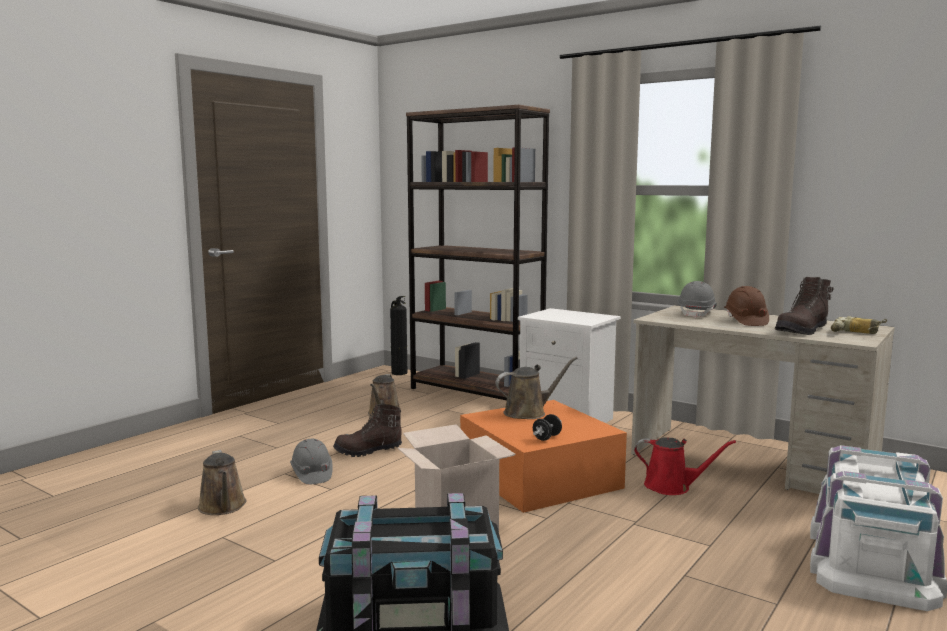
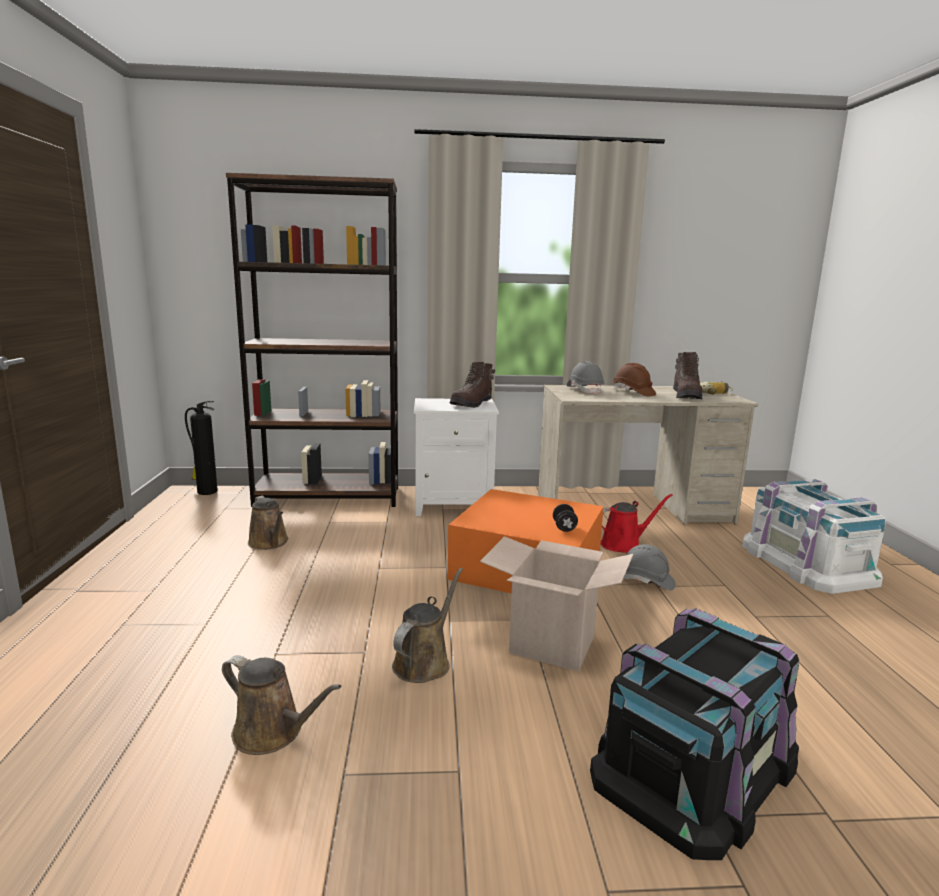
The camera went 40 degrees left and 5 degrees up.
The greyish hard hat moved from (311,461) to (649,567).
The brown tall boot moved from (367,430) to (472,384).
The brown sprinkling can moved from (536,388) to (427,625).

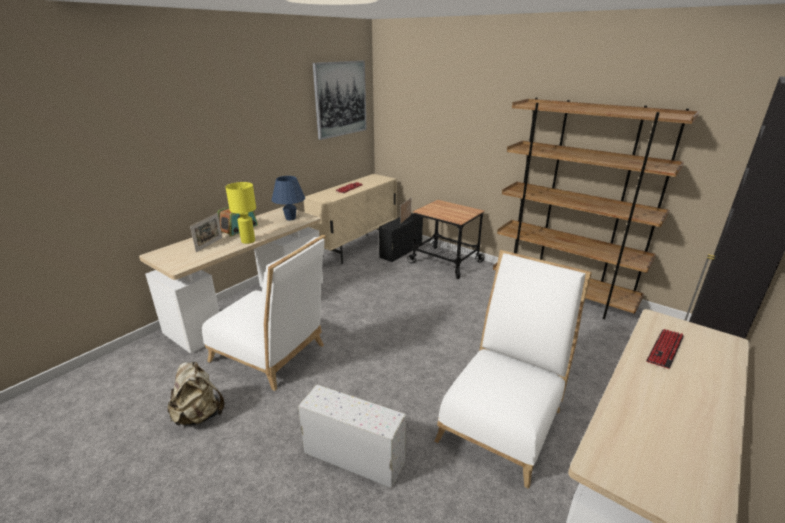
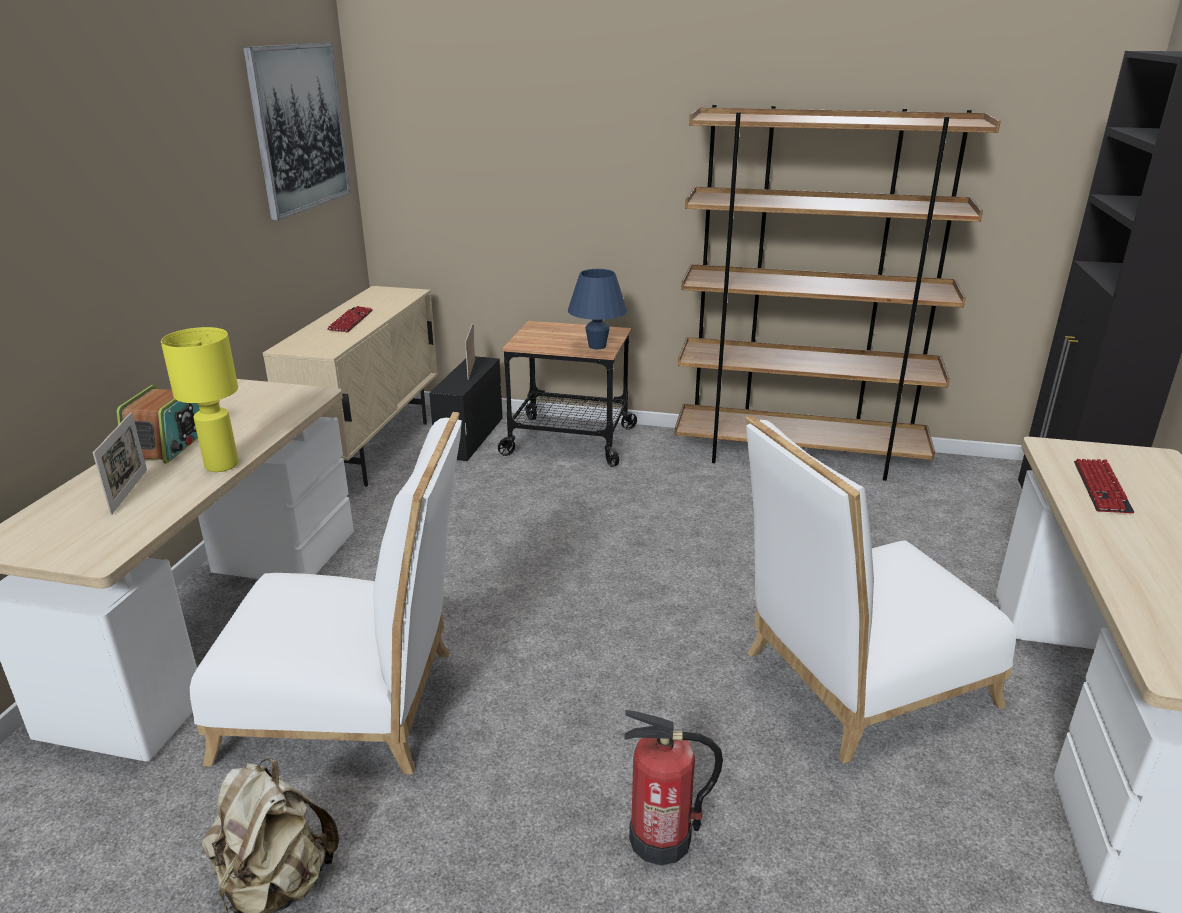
The camera went 25 degrees left and 0 degrees up.
The blue-coloured tabletop lamp moved from (288,198) to (597,309).
The white storage container at (352,436) was replaced by the fire-fighting cylinder at (673,787).
The white upright chair at (513,369) turned 120 degrees counterclockwise.

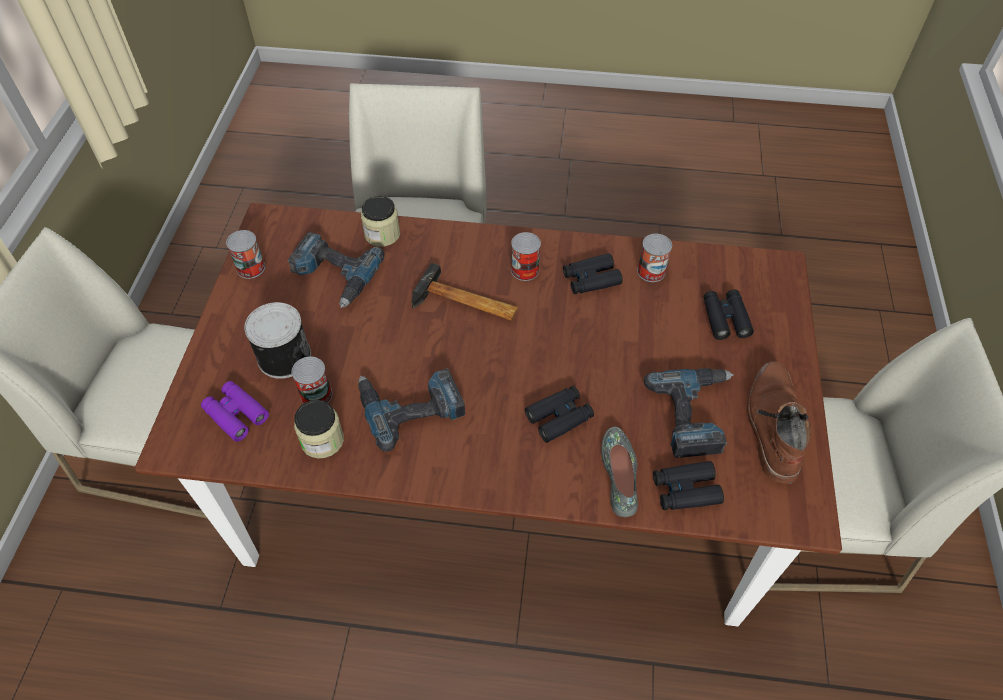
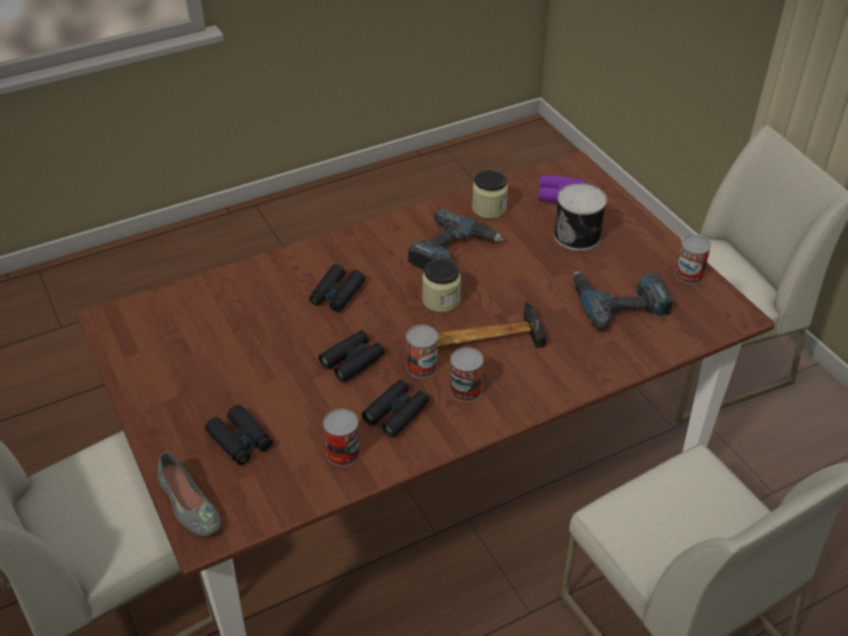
The camera went 145 degrees right and 10 degrees down.
The drill at (689,413) disappeared.
The brown tall boot at (779,422) disappeared.
The can moved from (311,380) to (422,351).
The preserve jar moved from (380,221) to (441,285).
The greyish low shoe moved from (619,472) to (189,494).
The black-coloured binoculars moved from (688,485) to (352,356).

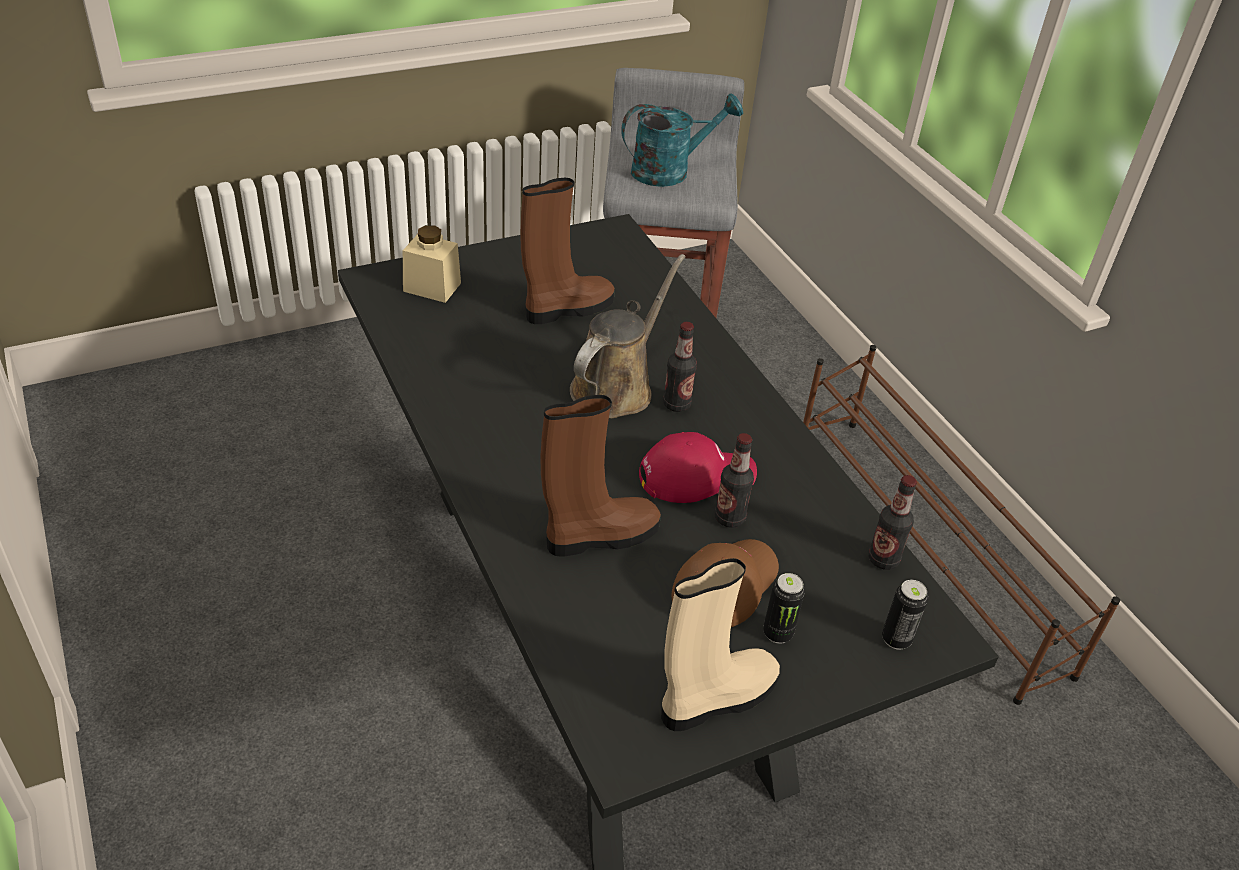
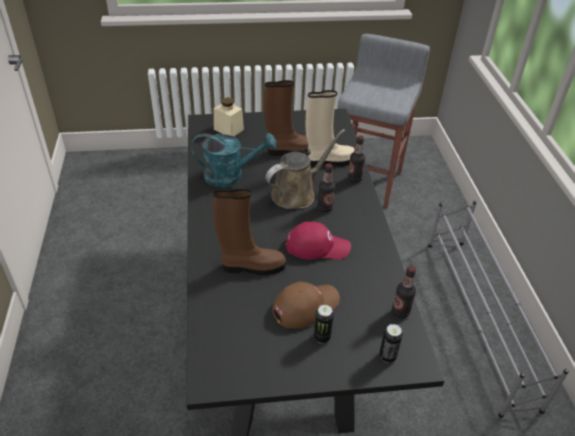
The camera went 20 degrees right and 0 degrees up.
The turquoise sprinkling can moved from (682,140) to (234,160).
The beige tall boot moved from (720,644) to (329,128).
The beverage bottle moved from (734,480) to (356,159).
The brown shoe rack at (961,525) became the greyish shoe rack at (498,309).

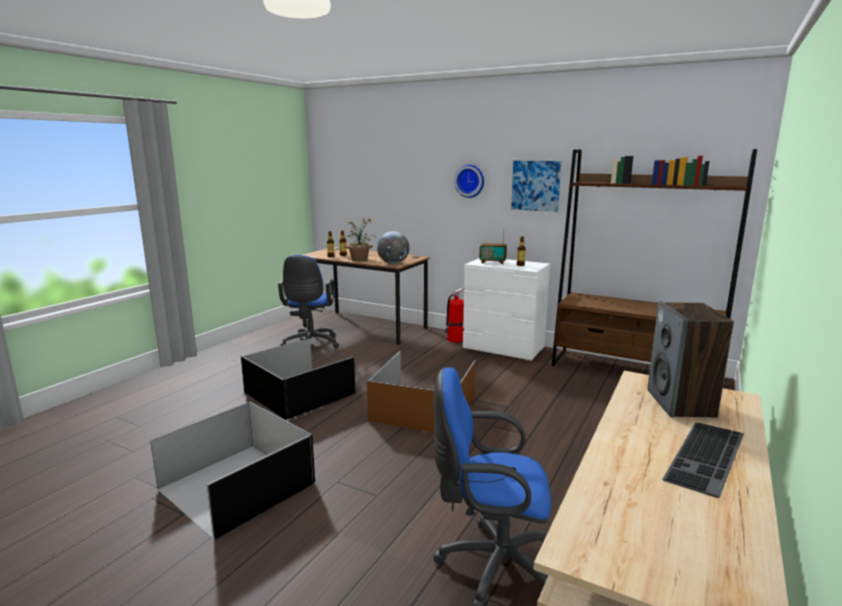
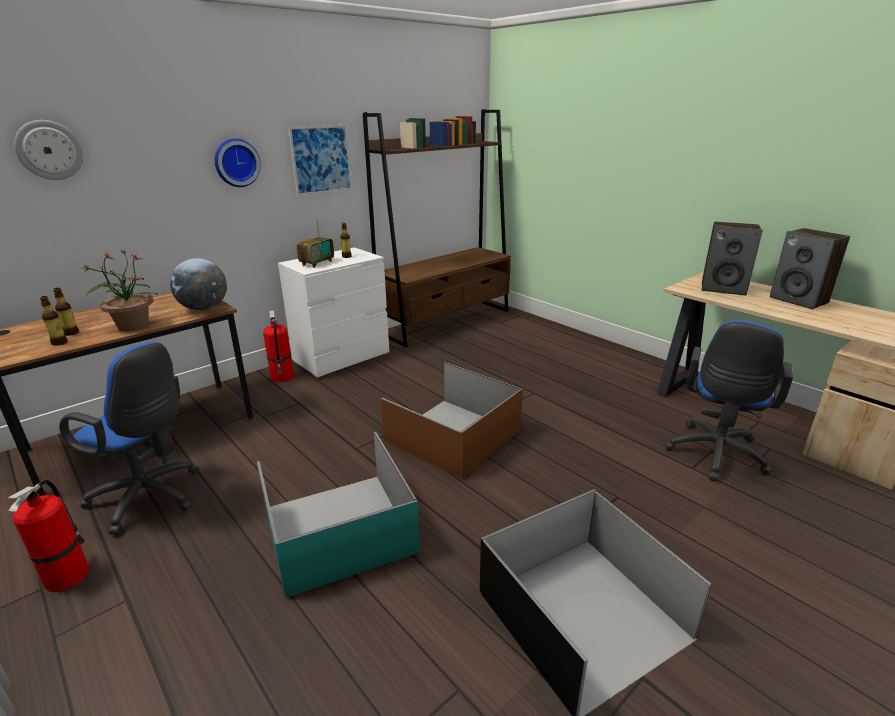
The camera went 70 degrees left and 10 degrees up.
The fire-fighting cylinder at (48,536) appeared.
The clock on the wall at (49,150) appeared.
The keyboard at (703,460) was replaced by the audio speaker at (810,268).
The black-coloured storage container at (298,379) became the turquoise storage container at (338,515).

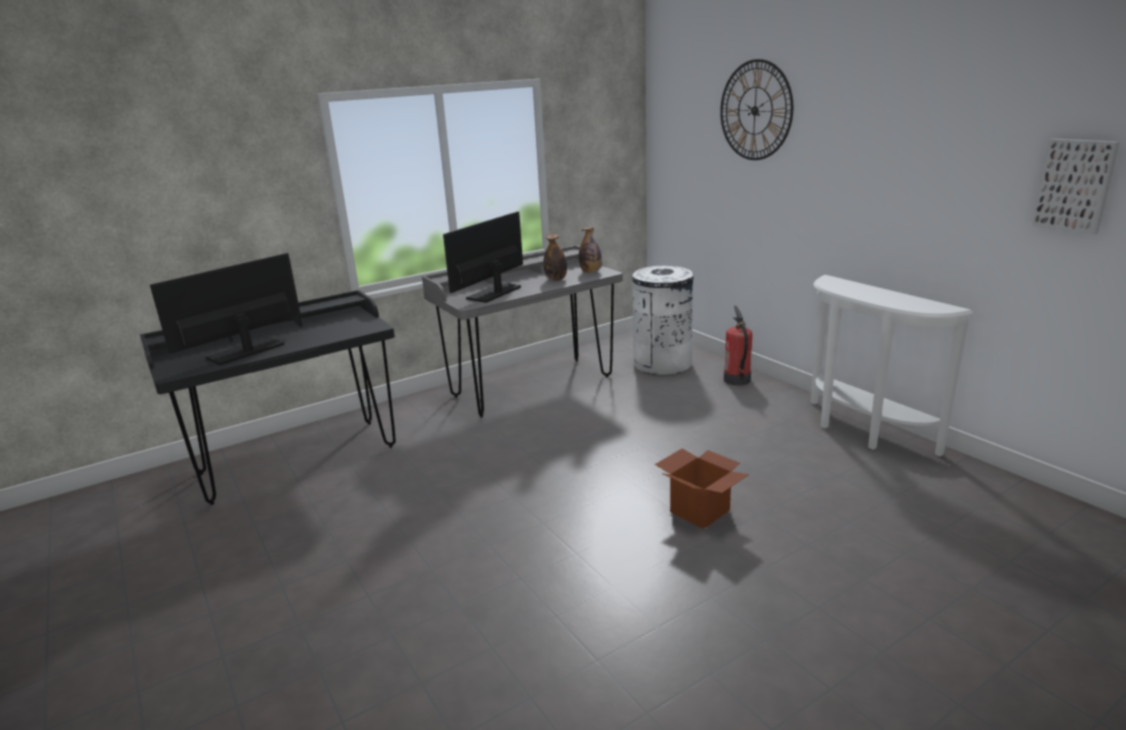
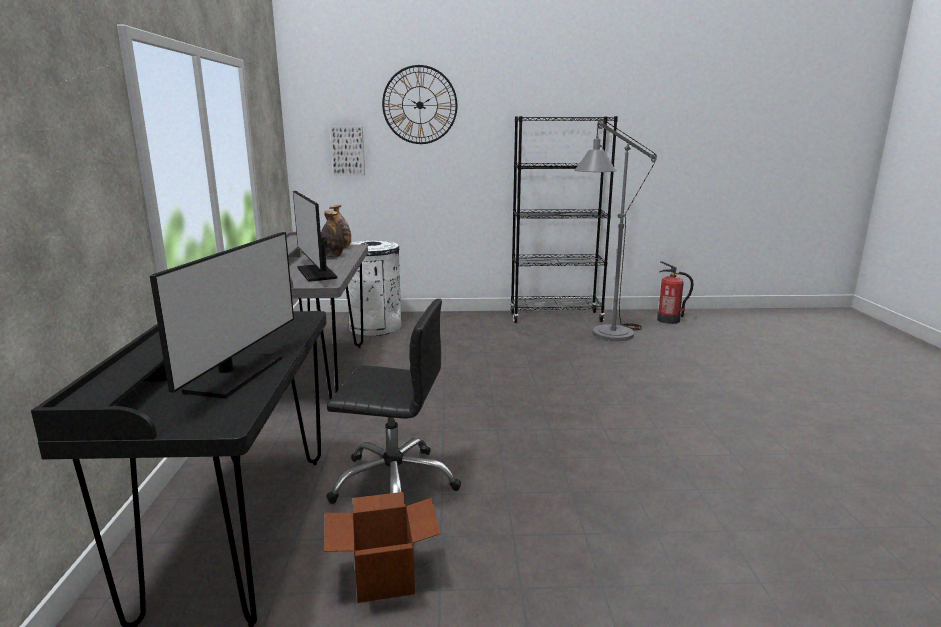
The camera went 60 degrees left and 5 degrees down.
The black-coloured office chair at (393,401) appeared.
The greyish standard lamp at (615,230) appeared.
The cardboard box moved from (702,488) to (382,547).
The fire-fighting cylinder moved from (738,345) to (675,292).
The wall art moved from (1076,186) to (347,150).
The white hall table at (892,365) was replaced by the black-coloured bookshelf at (564,219).
The computer display at (225,309) turned 150 degrees counterclockwise.

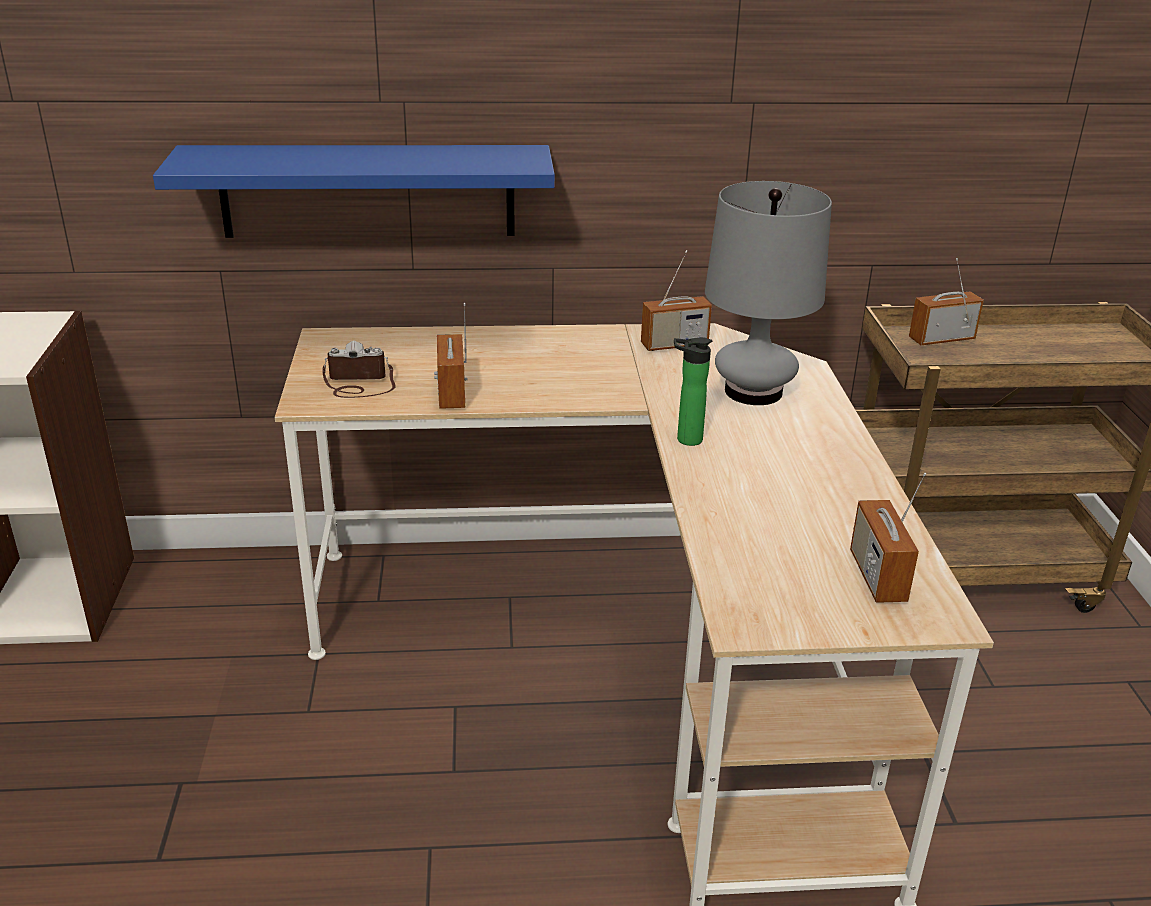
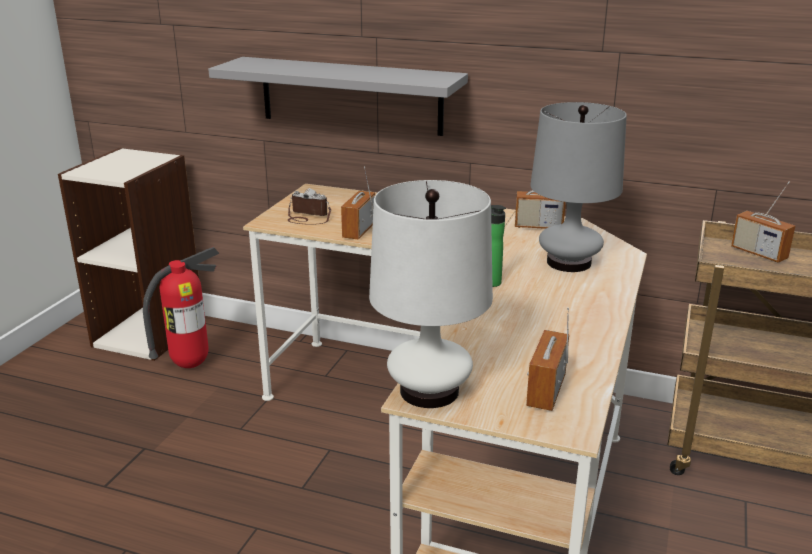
The camera went 25 degrees right and 5 degrees down.
The fire-fighting cylinder at (181,307) appeared.
The white tabletop lamp at (431,294) appeared.
The blue-coloured bracket shelf at (354,191) became the greyish bracket shelf at (338,96).
The radio at (946,301) turned 135 degrees counterclockwise.

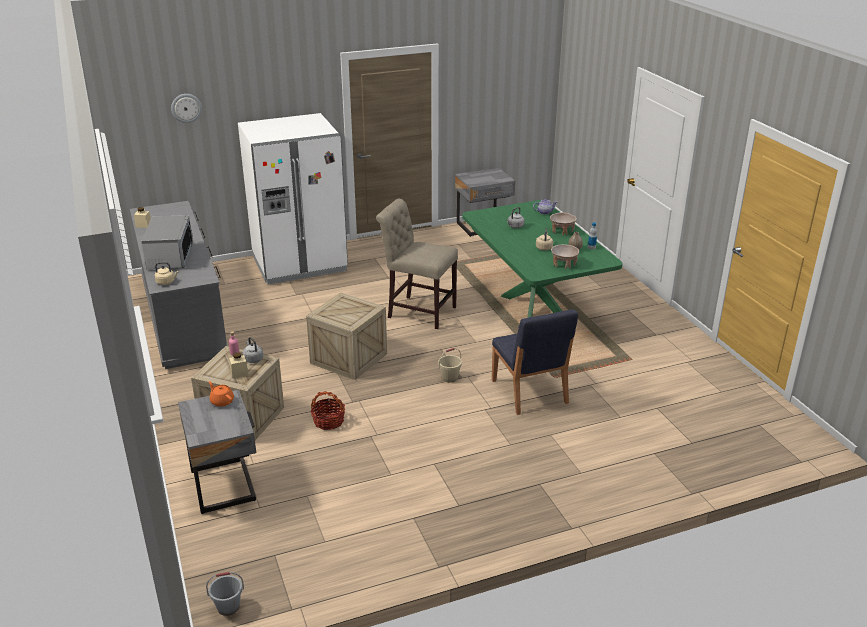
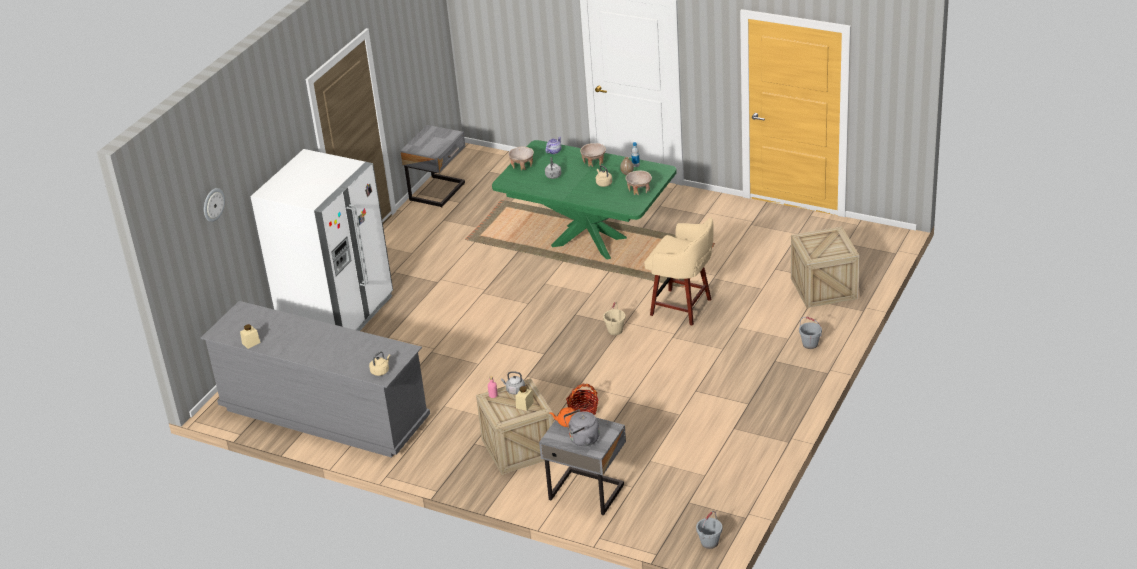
The camera went 40 degrees left and 5 degrees up.
The microwave at (167,242) disappeared.
The beige upright chair at (417,264) disappeared.
The beige bowl at (521,159) appeared.
The greyish kettle at (582,427) appeared.
The greyish bucket at (810,333) appeared.
The packing crate moved from (346,336) to (825,267).
The blue-coloured upright chair at (535,362) was replaced by the beige stool seat at (678,271).

